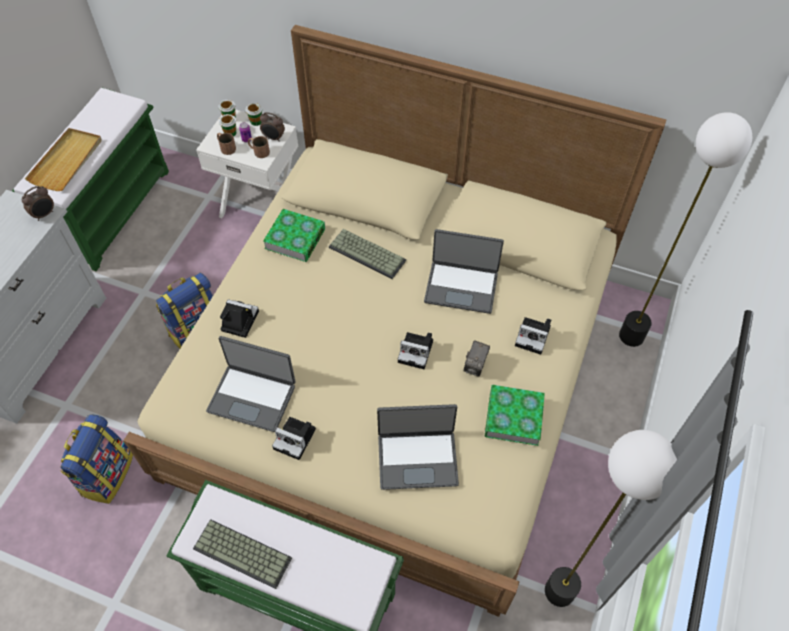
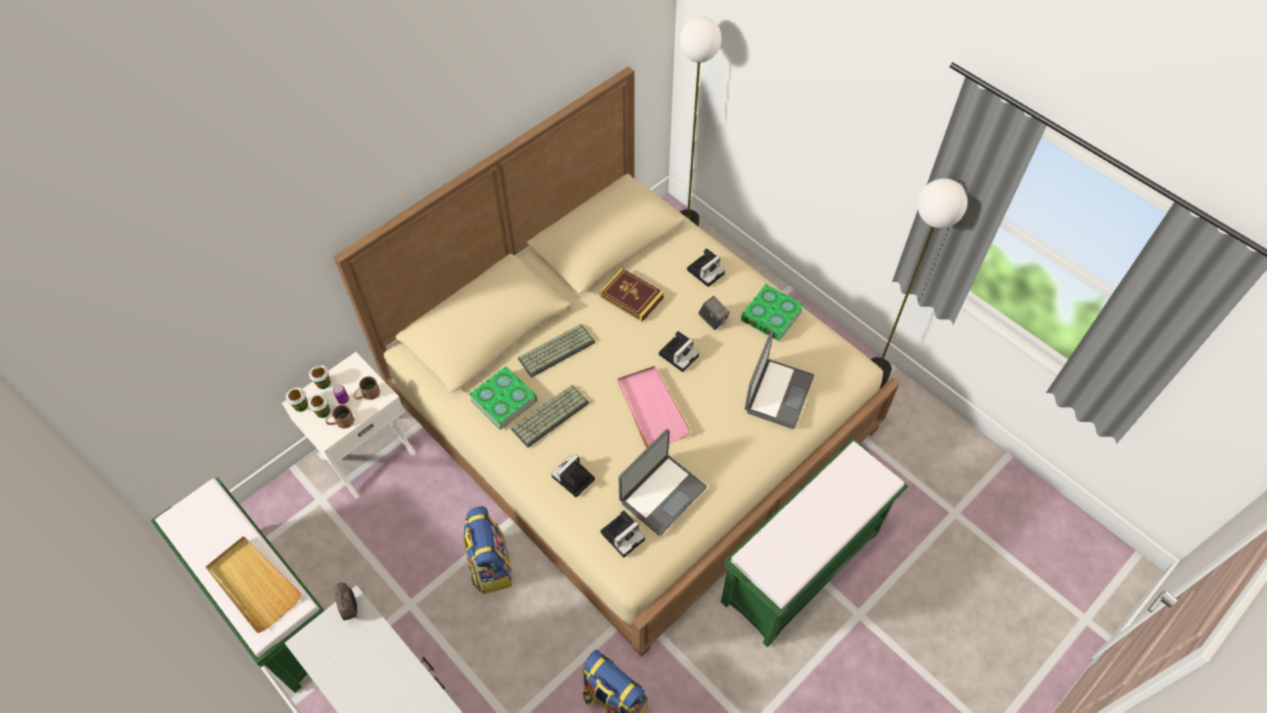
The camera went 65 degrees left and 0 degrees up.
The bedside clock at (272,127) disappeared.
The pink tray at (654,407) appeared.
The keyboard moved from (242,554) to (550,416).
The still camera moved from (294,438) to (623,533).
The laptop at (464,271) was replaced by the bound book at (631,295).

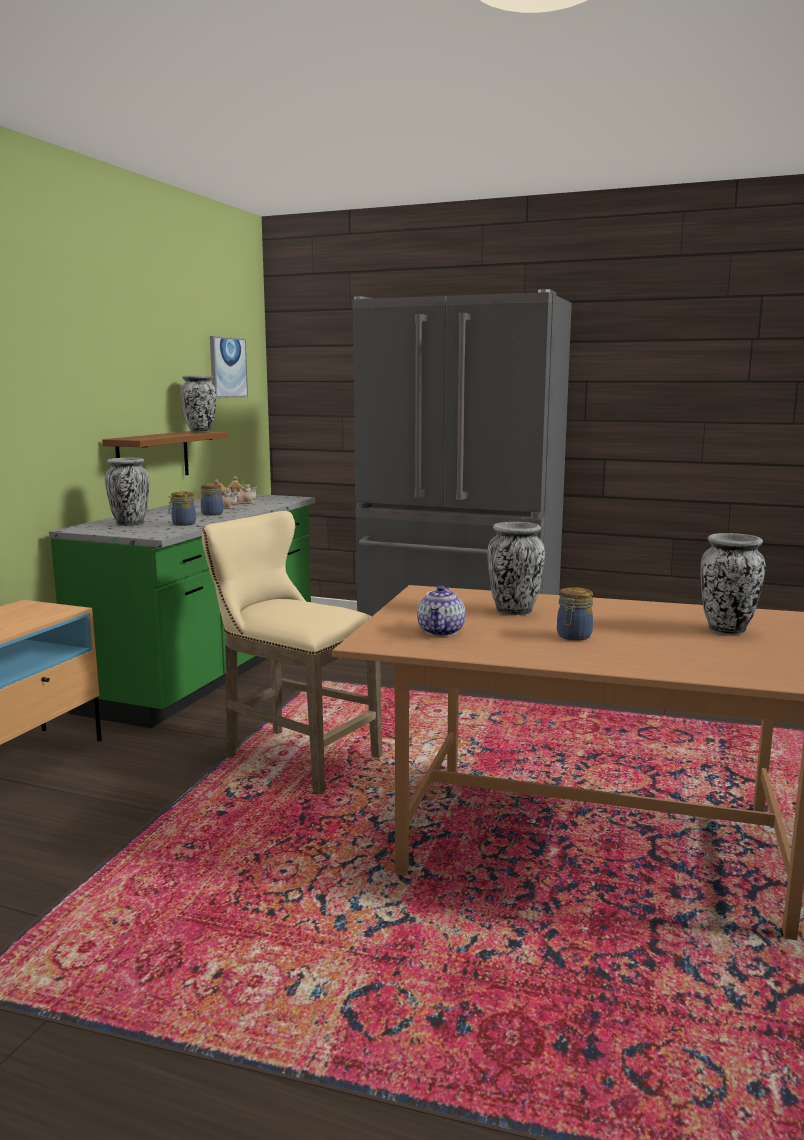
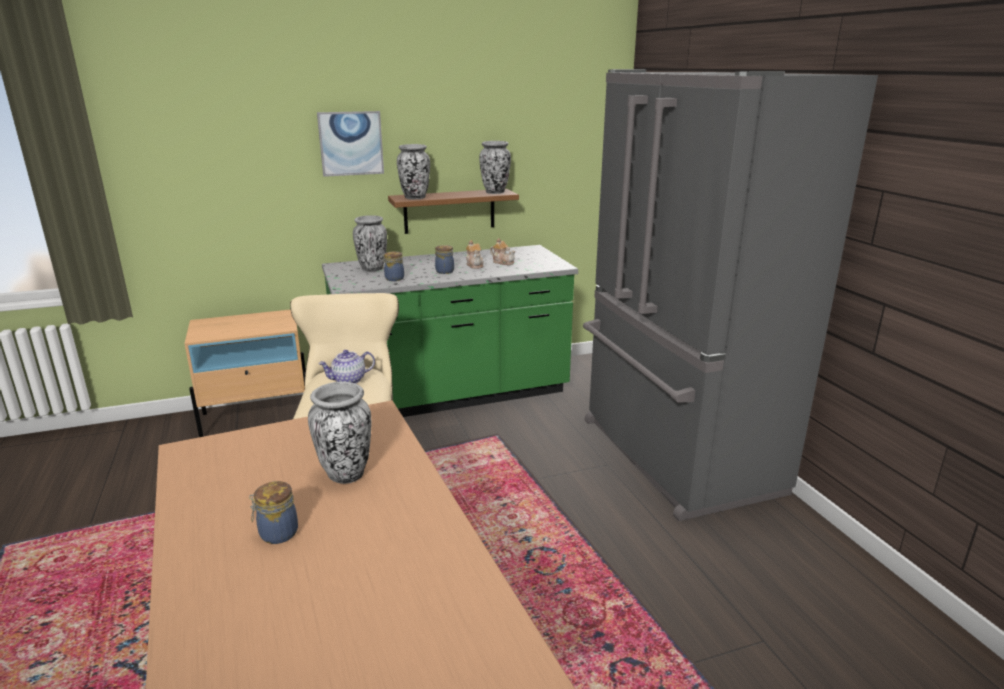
The camera went 50 degrees right and 10 degrees up.
The wall art moved from (229,367) to (350,144).
The pot for tea moved from (441,610) to (346,367).
The flower vase moved from (733,584) to (413,171).

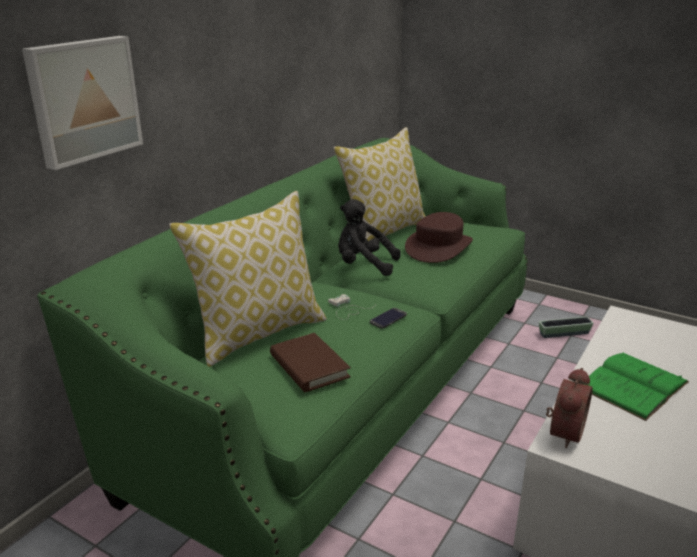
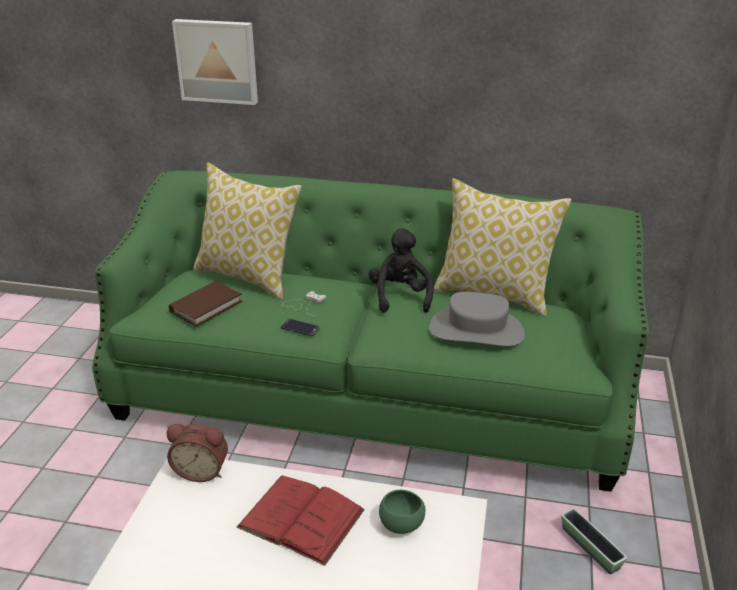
The camera went 70 degrees right and 5 degrees up.
The green-coloured bowl at (402,512) appeared.
The brown clothing hat at (439,237) became the greyish clothing hat at (477,319).
The green-coloured bound book at (635,387) became the red-coloured bound book at (300,520).

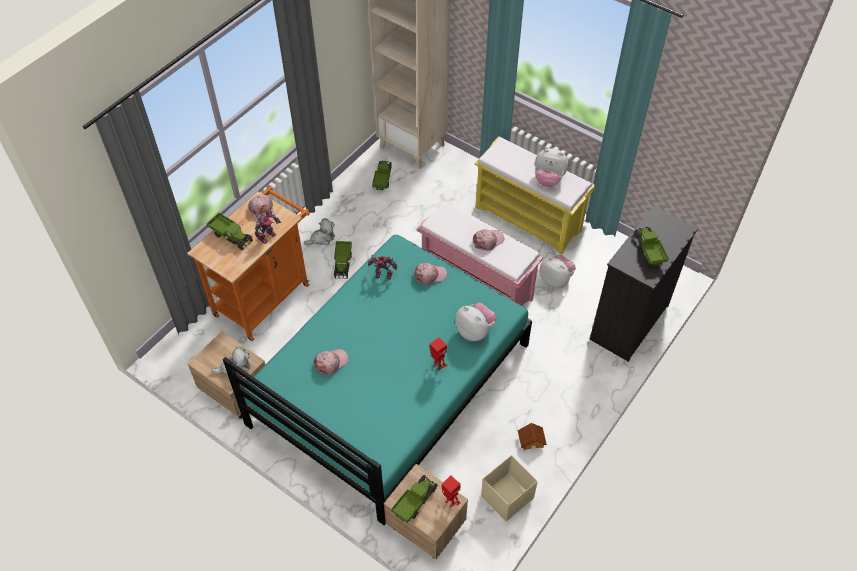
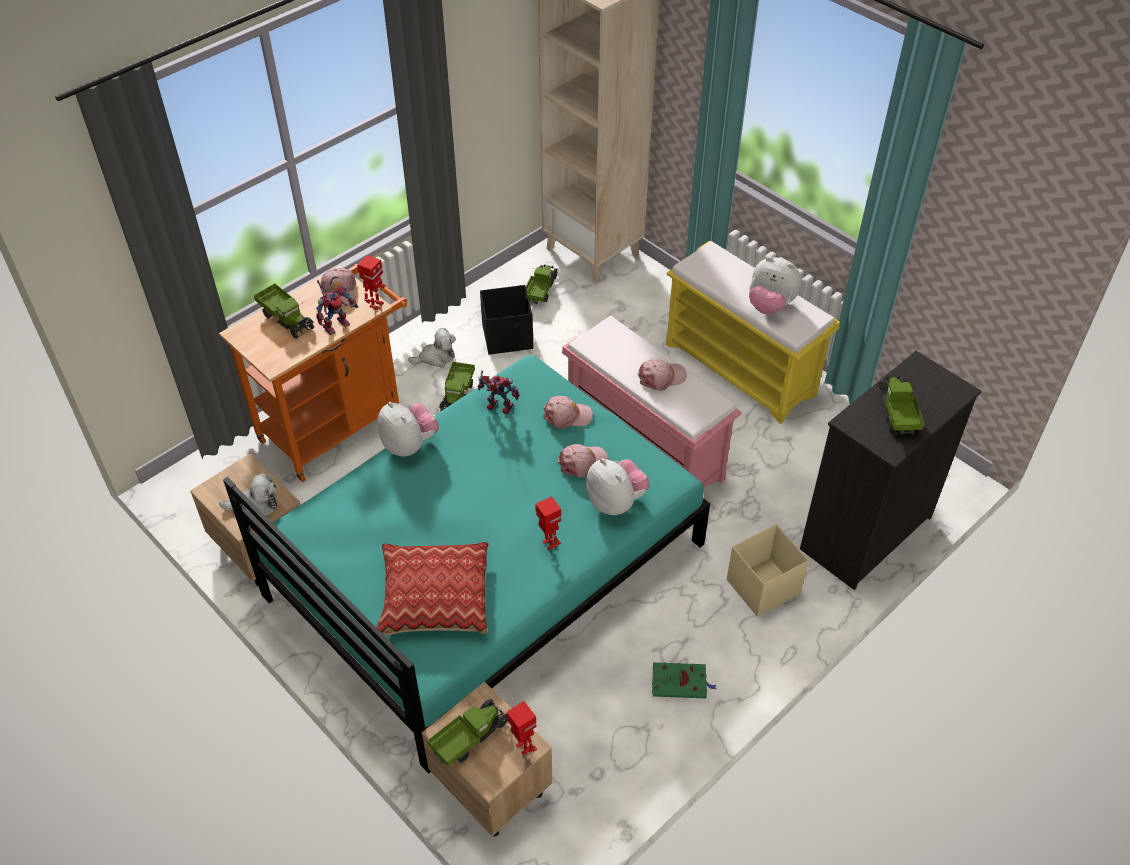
The camera went 10 degrees right and 5 degrees down.
The robot figure at (371,282) appeared.
The cushion at (432,589) appeared.
The black-coloured storage container at (506,320) appeared.
The pink peaked cap moved from (331,362) to (583,461).
The beige storage container moved from (509,488) to (768,570).
The cuddly toy moved from (557,271) to (408,429).
The toy house at (532,436) was replaced by the green-coloured bound book at (684,680).

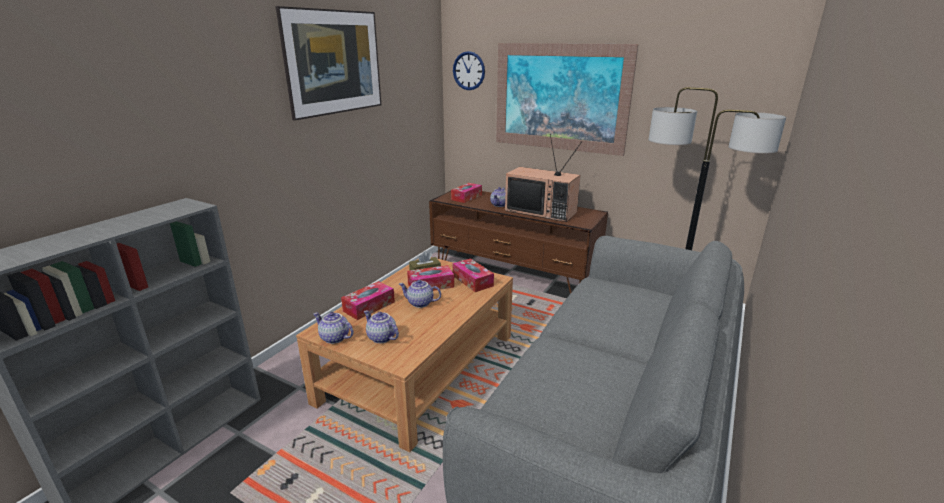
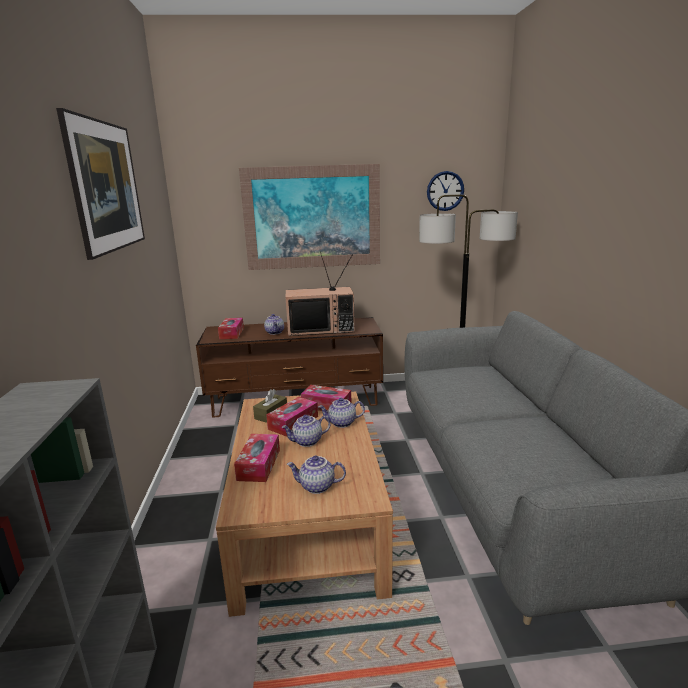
The camera went 35 degrees left and 5 degrees down.
The pot for tea moved from (333,328) to (341,413).
The clock on the wall moved from (469,70) to (445,191).

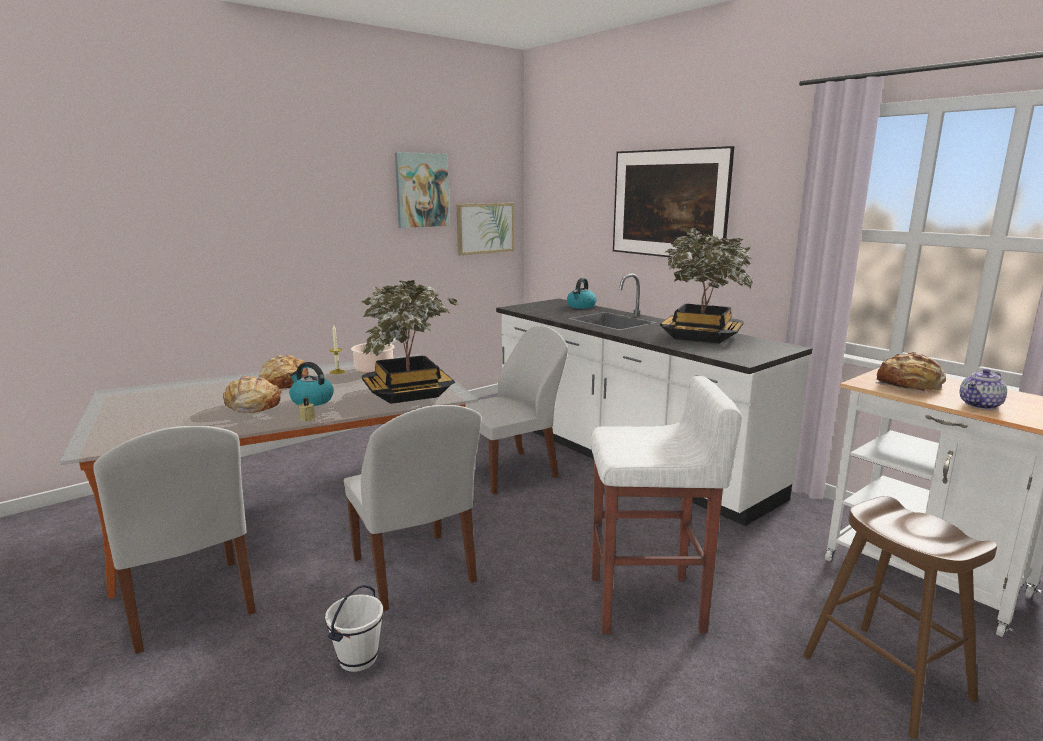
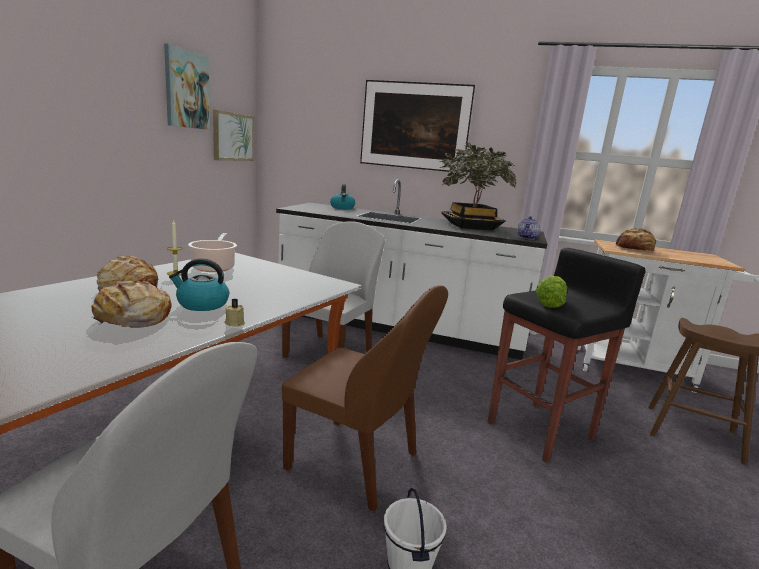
The camera went 35 degrees left and 0 degrees up.
The houseplant at (410,342) disappeared.
The head of lettuce at (551,292) appeared.
The pot for tea moved from (983,389) to (529,228).
The white upright chair at (412,508) became the brown upright chair at (365,399).
The white stool seat at (666,505) became the black-coloured stool seat at (567,355).

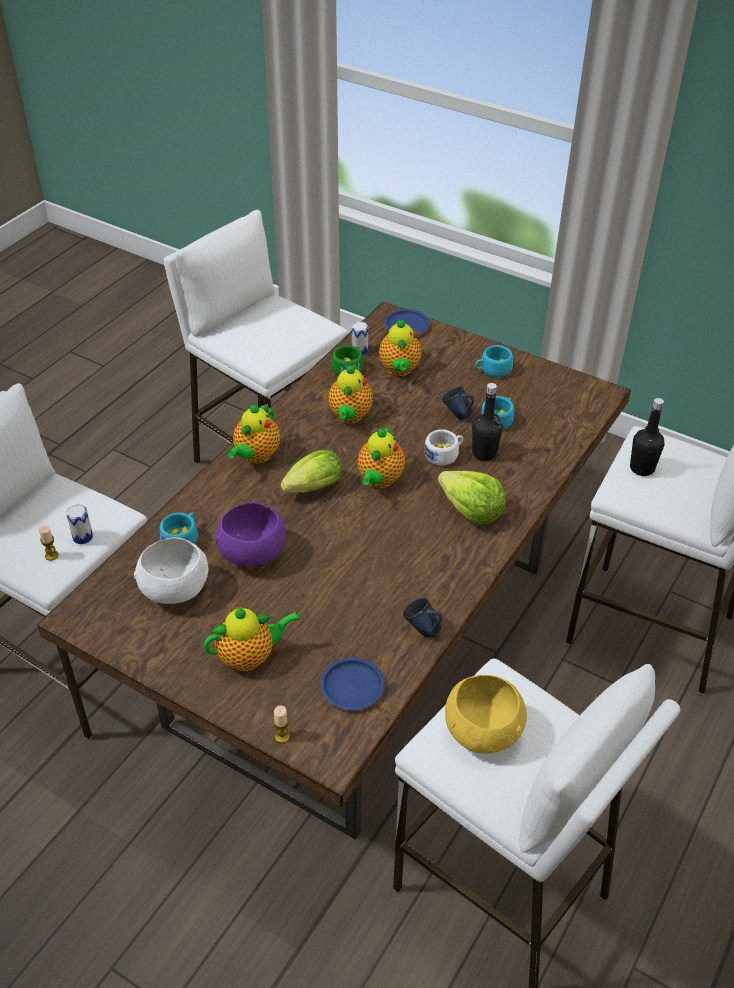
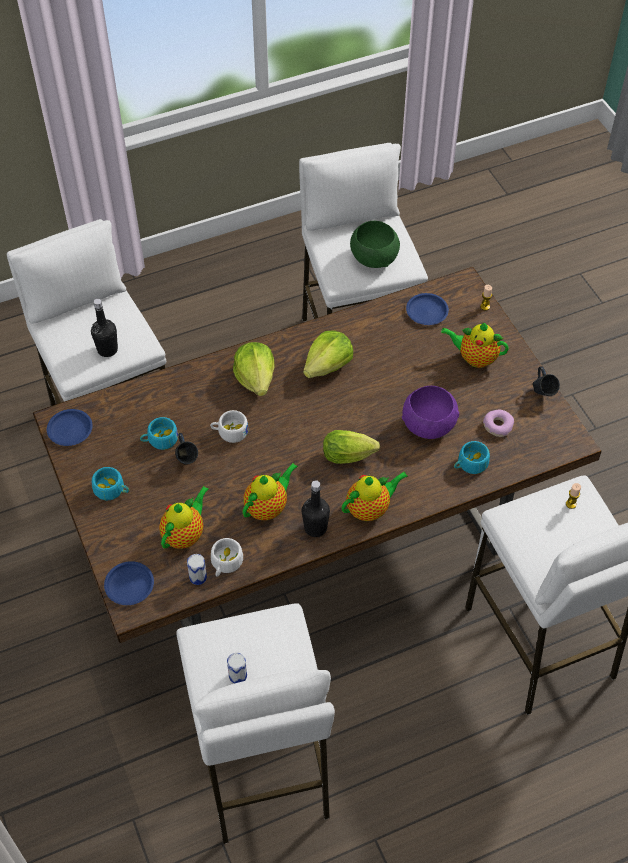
The camera went 145 degrees left and 10 degrees up.
The pot for tea at (381,457) disappeared.
The blue-coloured flat dish at (70,427) appeared.
The head of lettuce at (328,354) appeared.
The can moved from (79,524) to (237,668).
The blue-coloured tea mug moved from (423,618) to (546,381).
The black-coloured beverage bottle moved from (487,422) to (316,508).
The white bowl at (171,570) was replaced by the donut at (498,423).
The green-coloured cup at (348,360) became the white cup at (227,557).
The yellow bowl at (486,714) became the green-coloured bowl at (375,244).

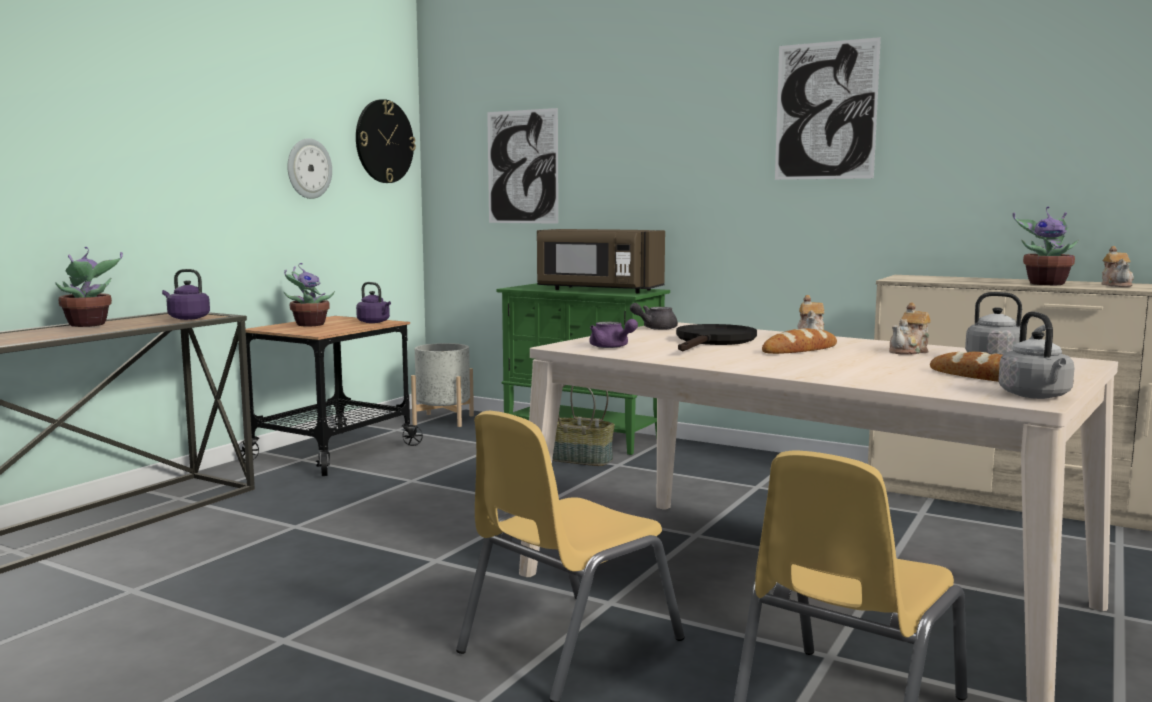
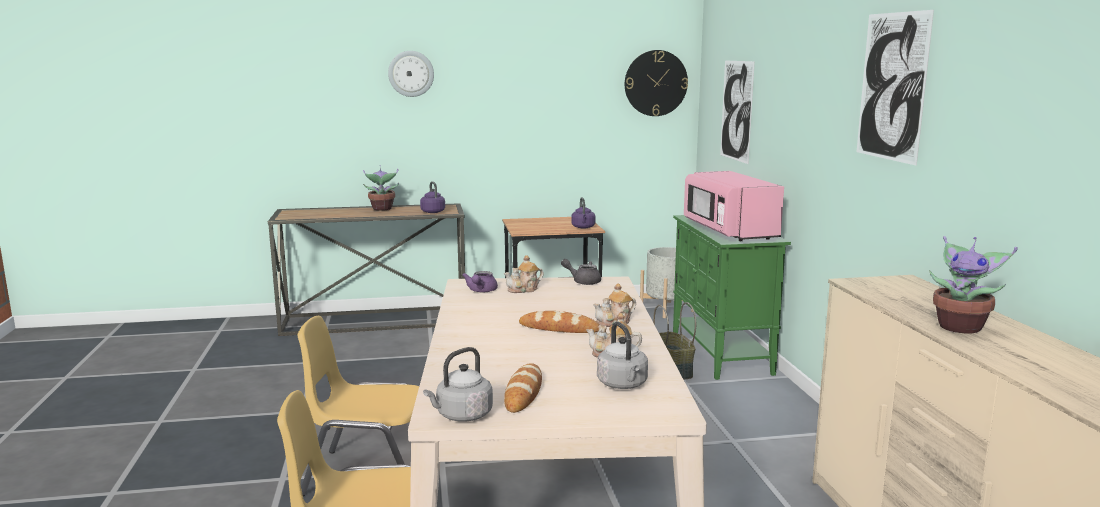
The camera went 50 degrees right and 5 degrees up.
The houseplant at (309,295) disappeared.
The black-coloured pan at (716,337) disappeared.
The clock on the wall moved from (310,168) to (411,74).
The pot for tea moved from (1117,266) to (524,274).
The brown microwave at (601,261) became the pink microwave at (734,206).

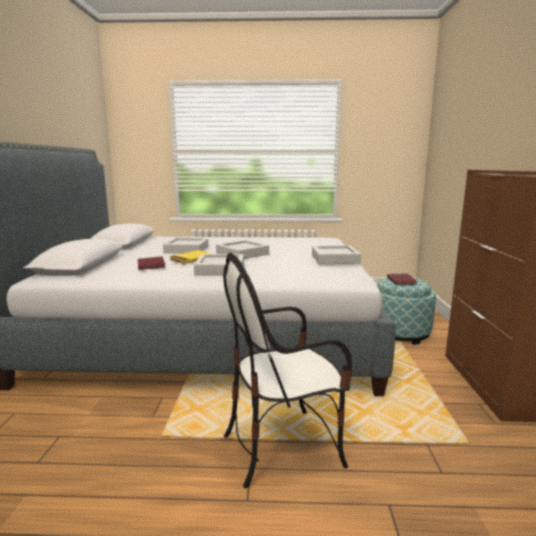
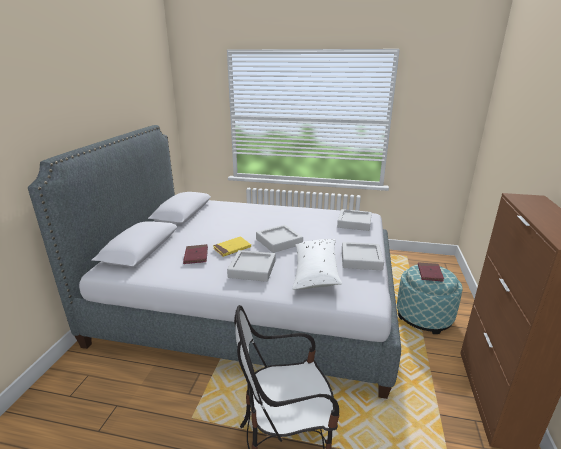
The camera went 10 degrees right and 10 degrees up.
The white cushion at (317,264) appeared.
The greyish tray moved from (186,245) to (354,220).

